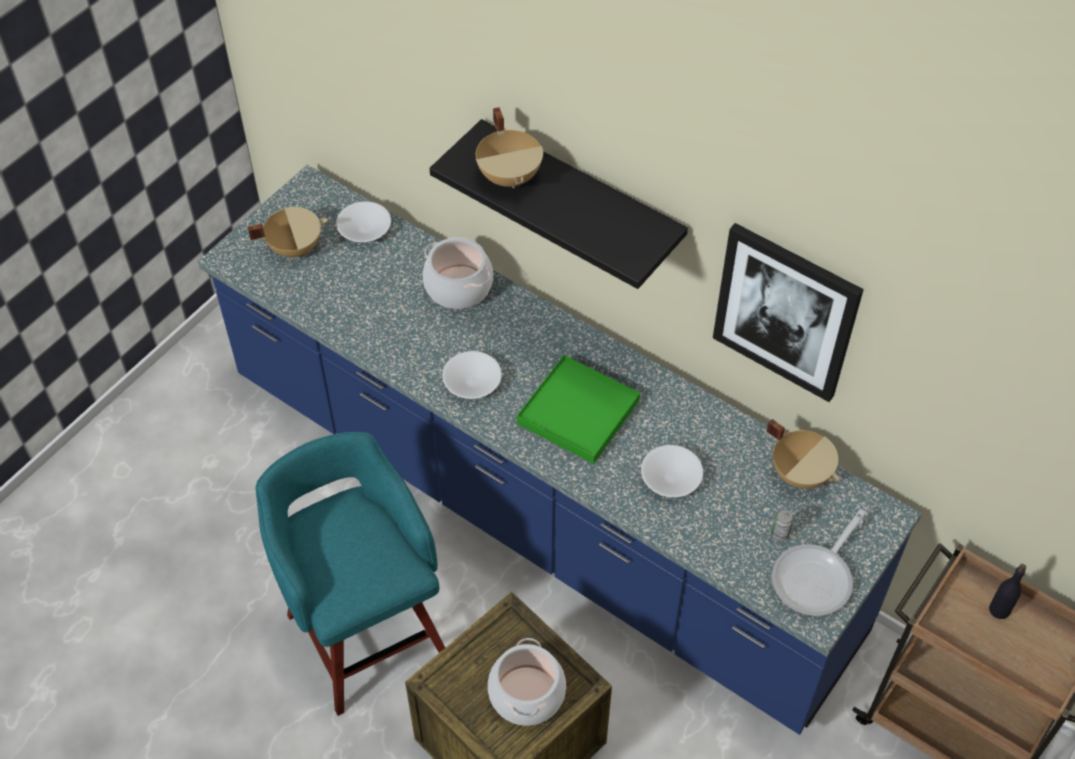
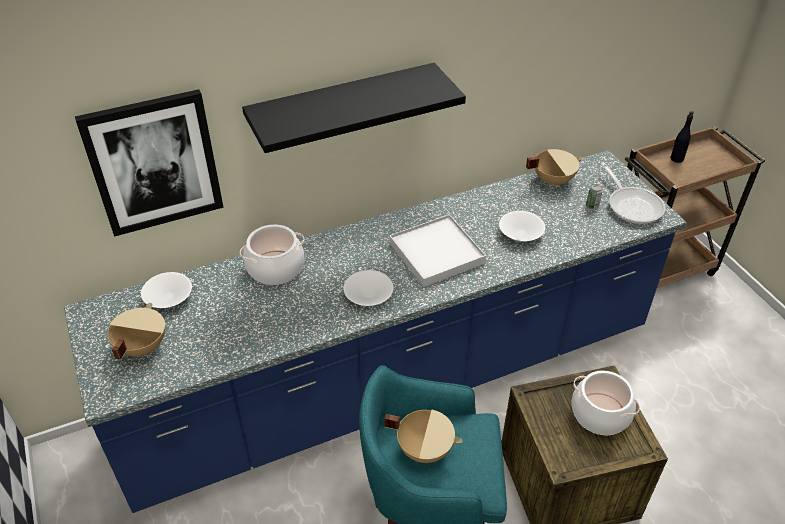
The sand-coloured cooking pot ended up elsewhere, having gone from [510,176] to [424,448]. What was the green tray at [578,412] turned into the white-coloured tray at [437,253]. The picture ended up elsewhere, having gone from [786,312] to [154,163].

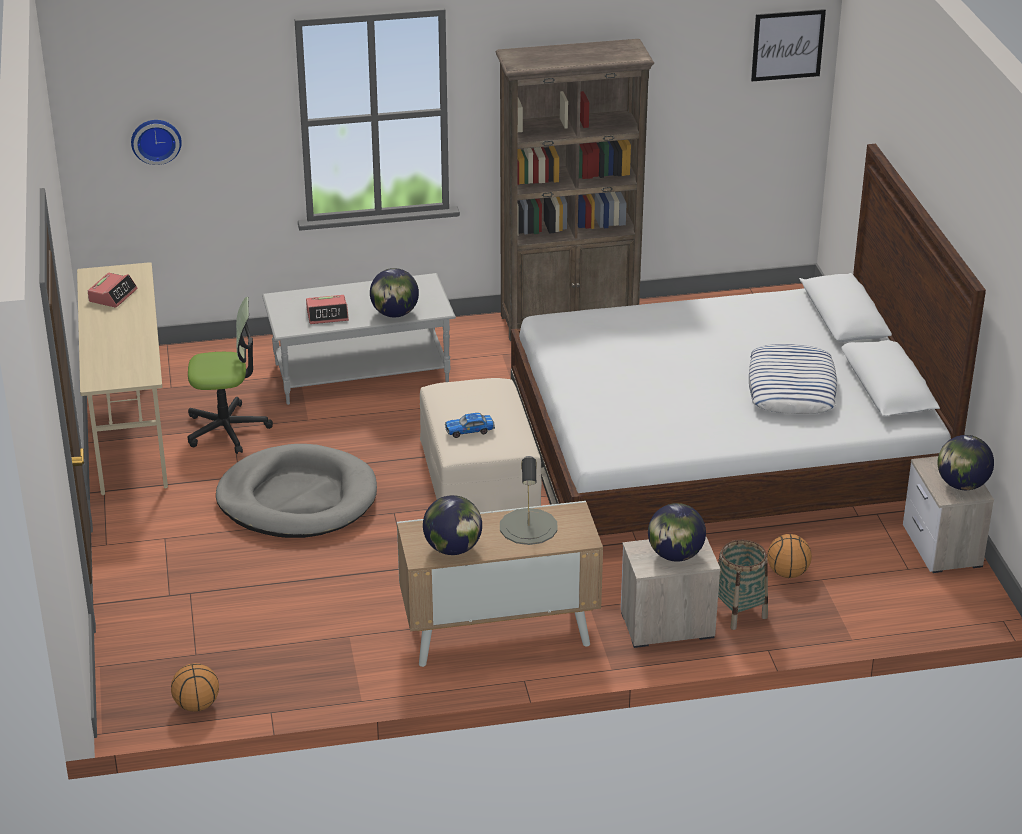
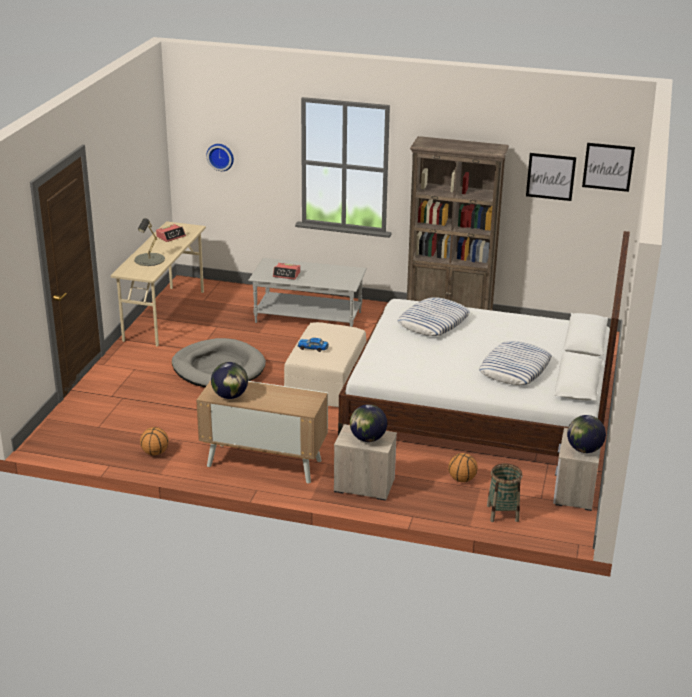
The basketball ended up elsewhere, having gone from [196,705] to [154,453]. The second view lost the computer chair at [227,429]. The second view lost the globe at [395,314]. The greyish lamp for a table ended up elsewhere, having gone from [528,527] to [149,259]. The basket ended up elsewhere, having gone from [739,612] to [502,513]. The second view gained the throw pillow at [433,322]. The second view gained the picture at [550,176].

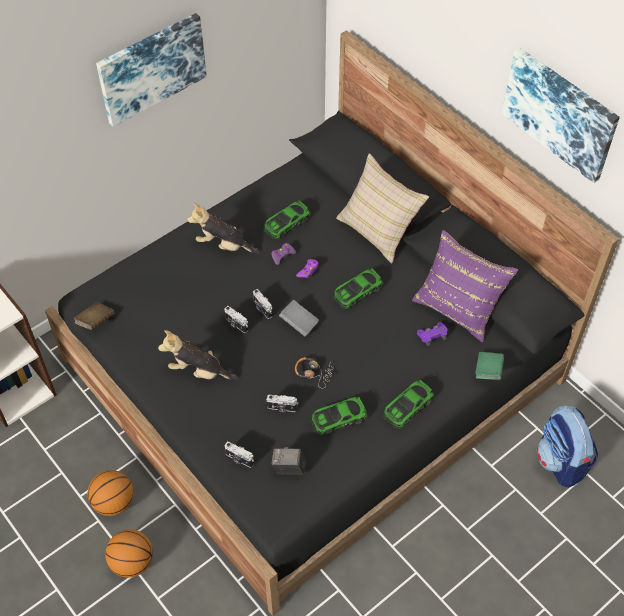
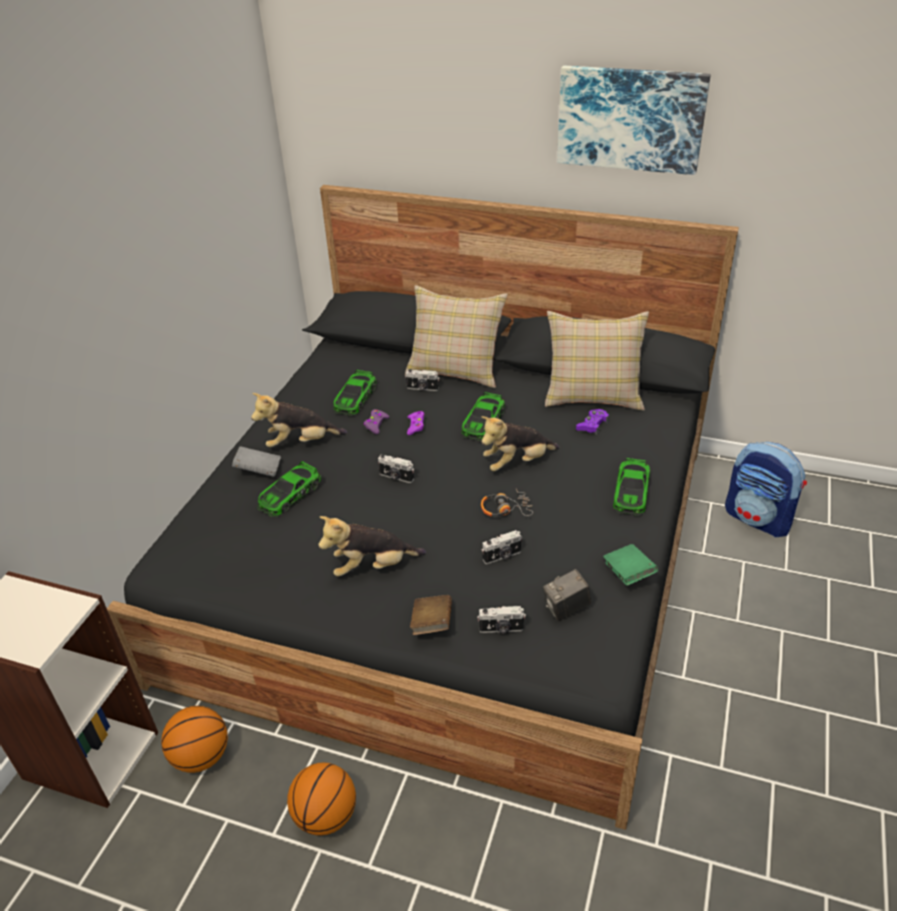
The brown-coloured volume ended up elsewhere, having gone from [95,321] to [432,624]. The second view lost the picture at [151,68]. The basketball ended up elsewhere, having gone from [132,562] to [201,756]. The photo camera ended up elsewhere, having gone from [236,324] to [422,388]. The greyish volume ended up elsewhere, having gone from [299,323] to [258,471]. The toy car ended up elsewhere, having gone from [338,418] to [289,495]. What was the purple-coloured throw pillow at [458,307] turned into the sand-coloured throw pillow at [593,394]. The green volume ended up elsewhere, having gone from [488,371] to [628,573]. The second view gained the plush toy at [517,463].

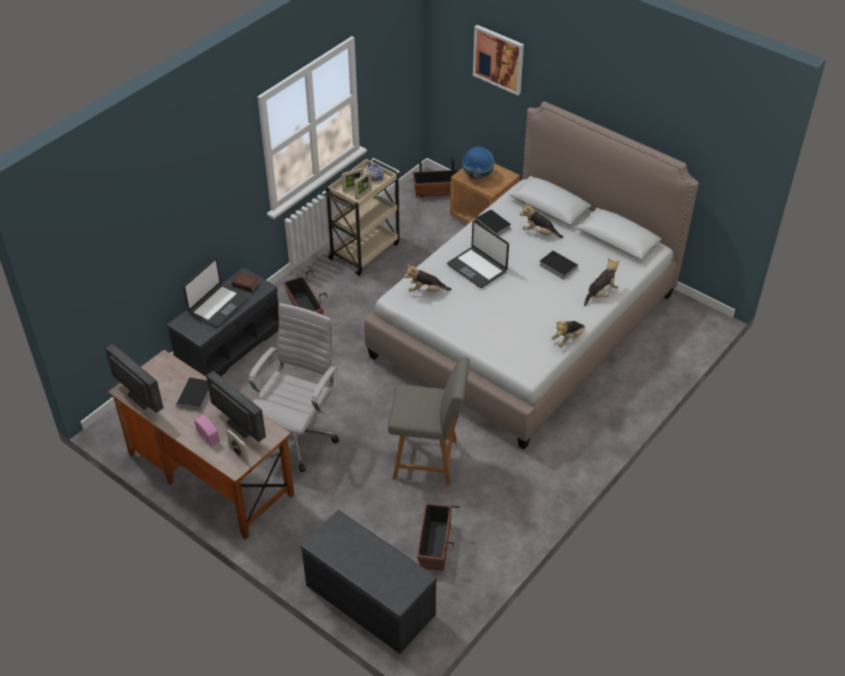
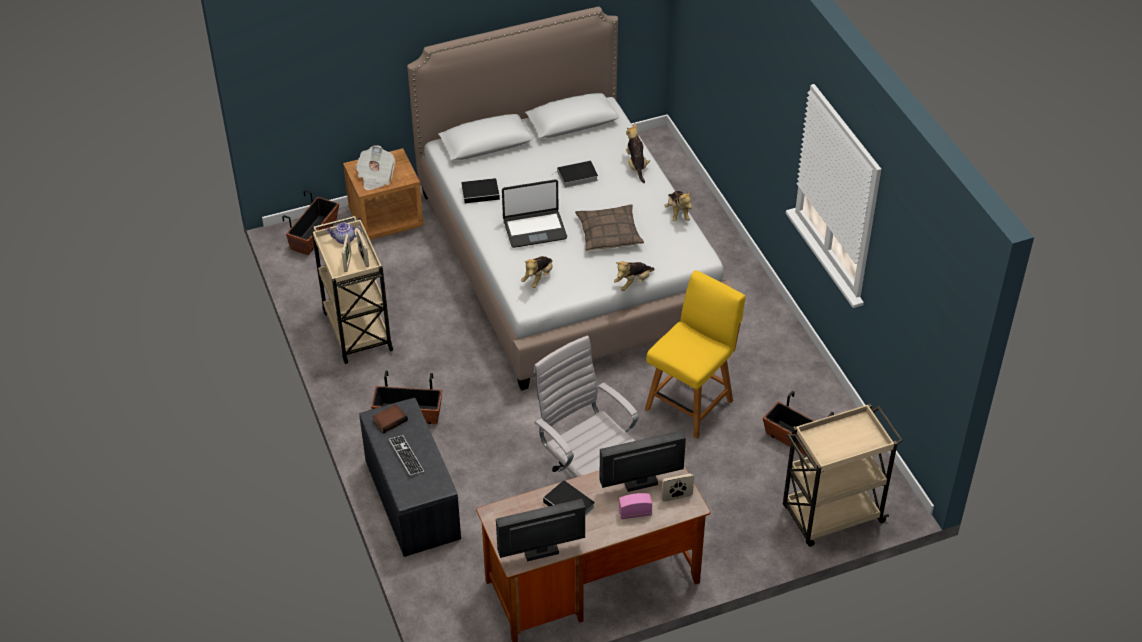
Where the portable computer stood at [217,306], the PC keyboard came to stand at [406,456]. Where the greyish long seat stood at [368,600], the sand-coloured wheeled cart came to stand at [831,515]. What was the greyish plain chair at [428,459] turned into the yellowish plain chair at [691,403]. Where the globe stood at [477,175], the newspaper came to stand at [375,177]. The second view lost the picture at [498,59]. The plush toy ended up elsewhere, having gone from [539,233] to [633,283]. The second view gained the throw pillow at [609,233].

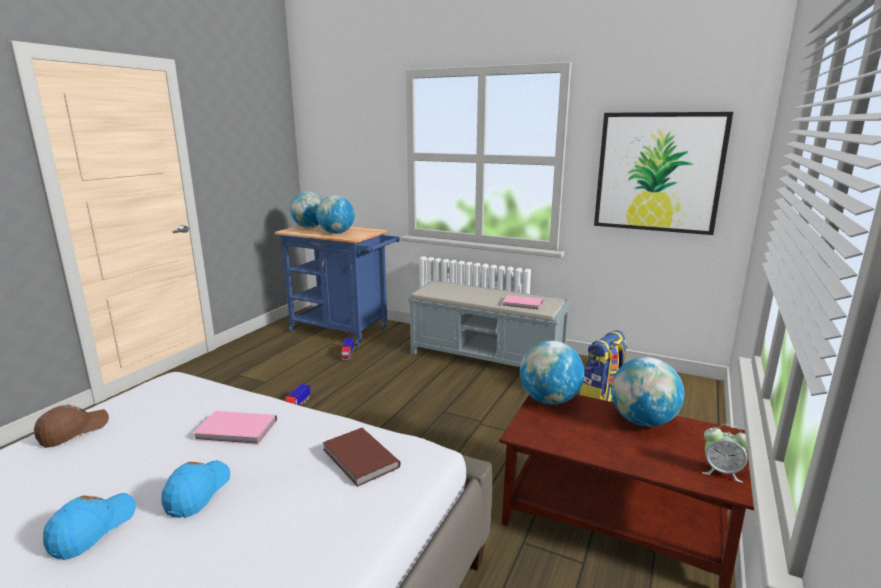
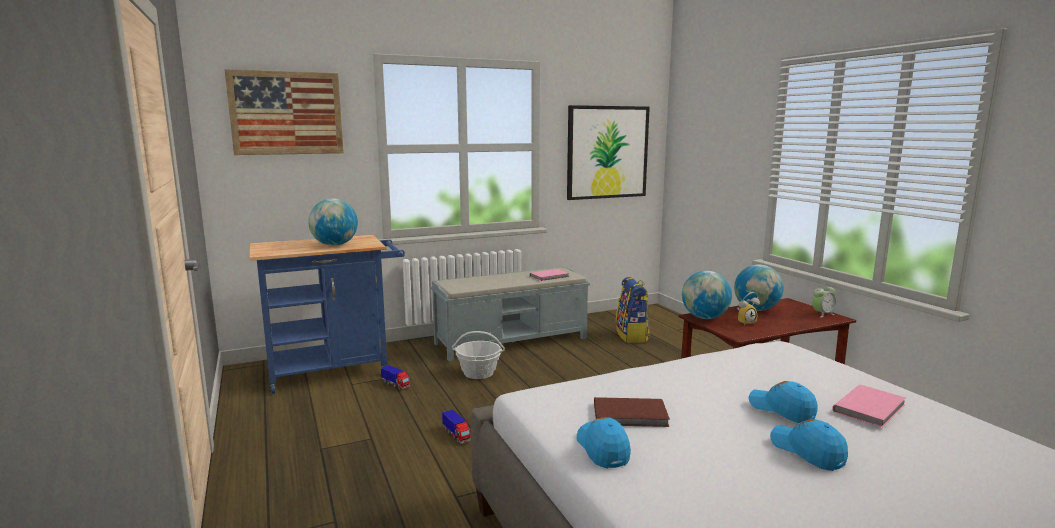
What was the brown-coloured baseball cap at [74,431] turned into the bluish baseball cap at [602,449]. The pinkish volume ended up elsewhere, having gone from [236,431] to [871,408]. The second view lost the globe at [310,227]. The brown-coloured volume ended up elsewhere, having gone from [359,459] to [631,415]. The second view gained the picture at [286,113]. The second view gained the basket at [478,373]. The second view gained the alarm clock at [745,322].

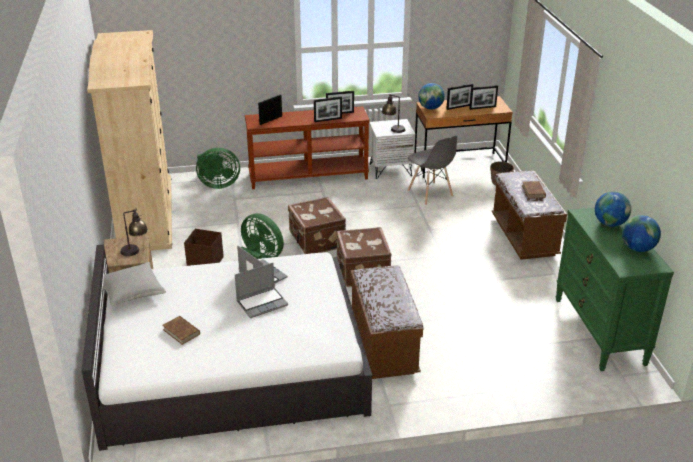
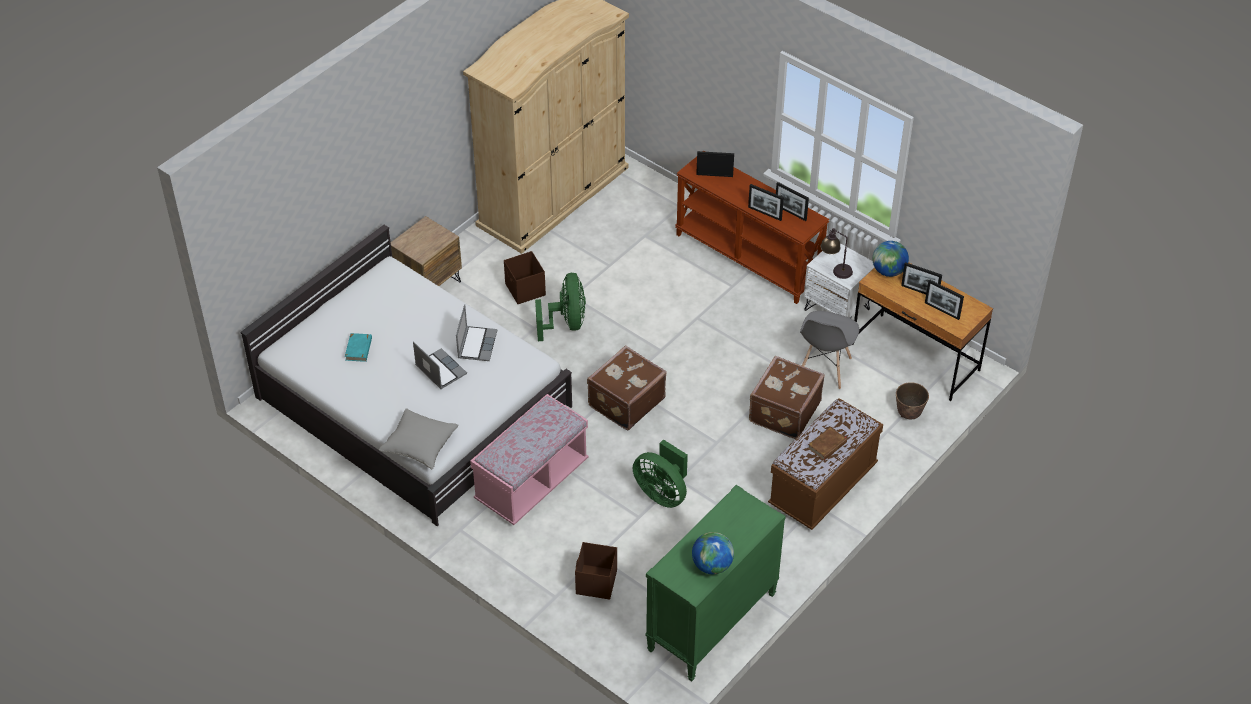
The greyish throw pillow ended up elsewhere, having gone from [132,292] to [419,445]. The second view lost the lamp for a table at [136,252]. What was the brown-coloured volume at [181,332] turned into the turquoise volume at [359,349]. The green cooling fan ended up elsewhere, having gone from [218,184] to [662,493]. The portable computer at [262,303] ended up facing another way, 150 degrees counterclockwise from before. The brown-coloured travel case ended up elsewhere, having gone from [316,240] to [783,411]. What was the brown-coloured long seat at [383,346] turned into the pinkish long seat at [531,482]. The second view lost the globe at [609,224]. The second view gained the brown-coloured storage box at [596,583].

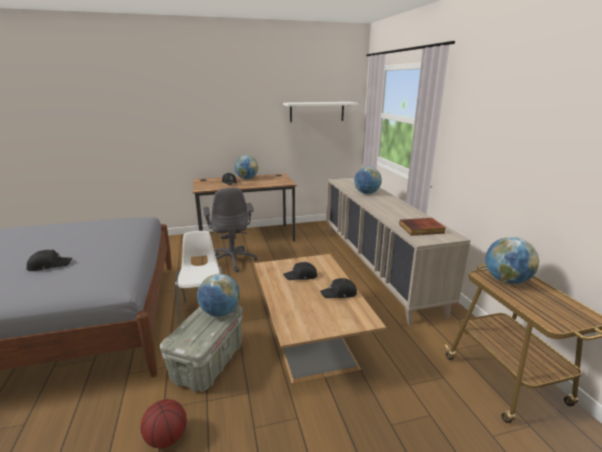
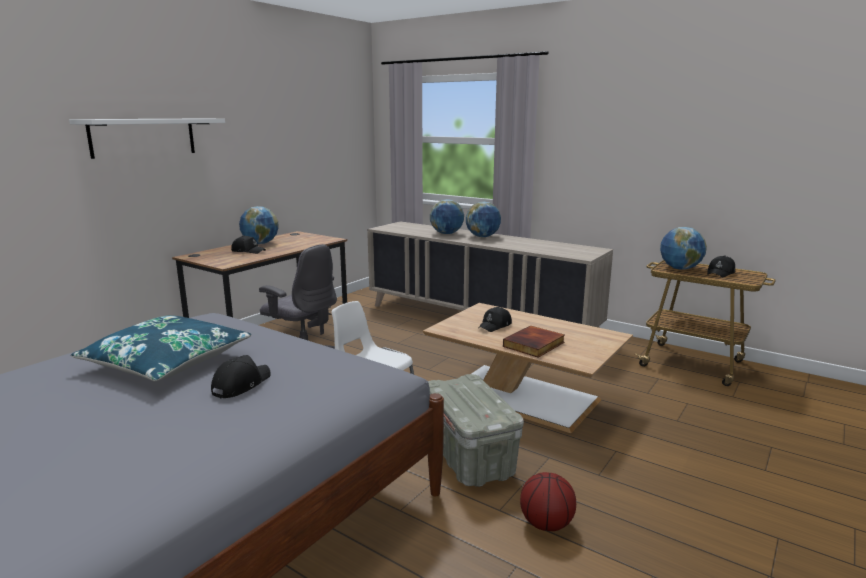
The globe ended up elsewhere, having gone from [220,312] to [483,237]. The white-coloured bracket shelf ended up elsewhere, having gone from [317,111] to [143,137]. The black-coloured baseball cap ended up elsewhere, having gone from [339,293] to [721,273]. The volume ended up elsewhere, having gone from [421,229] to [534,345]. The second view gained the bluish throw pillow at [167,362].

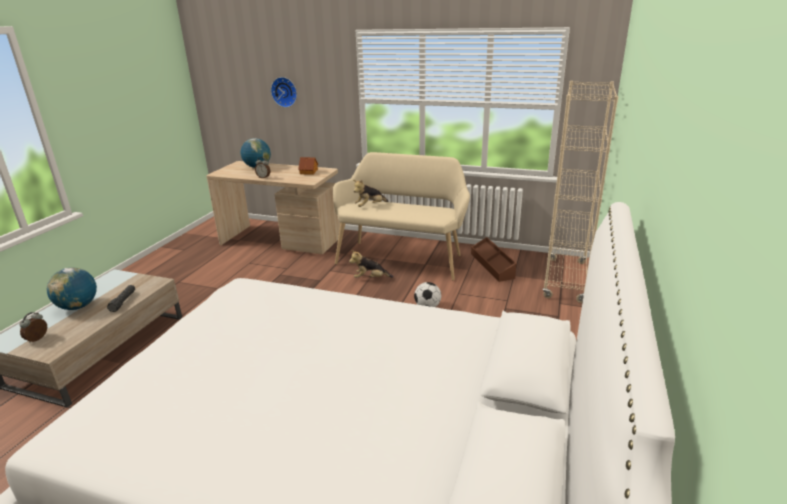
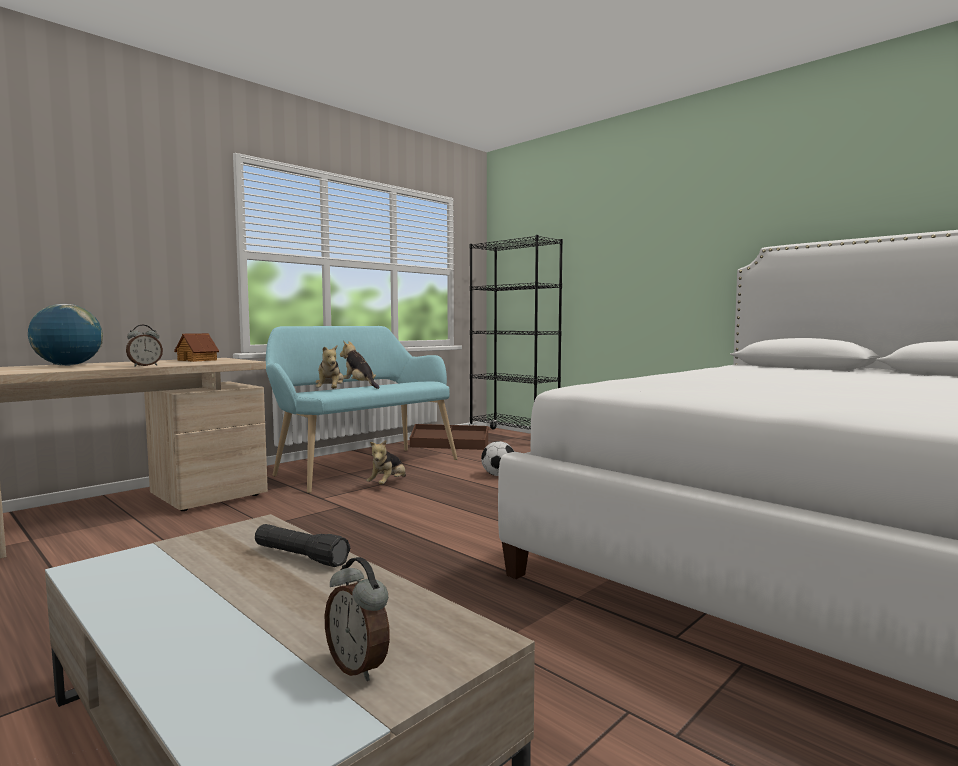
The second view lost the globe at [78,307]. The second view lost the clock on the wall at [285,92]. What was the sand-coloured long seat at [402,257] turned into the turquoise long seat at [362,466]. What was the sand-coloured shelving unit at [565,280] turned into the black-coloured shelving unit at [514,436]. The second view gained the plush toy at [360,386].

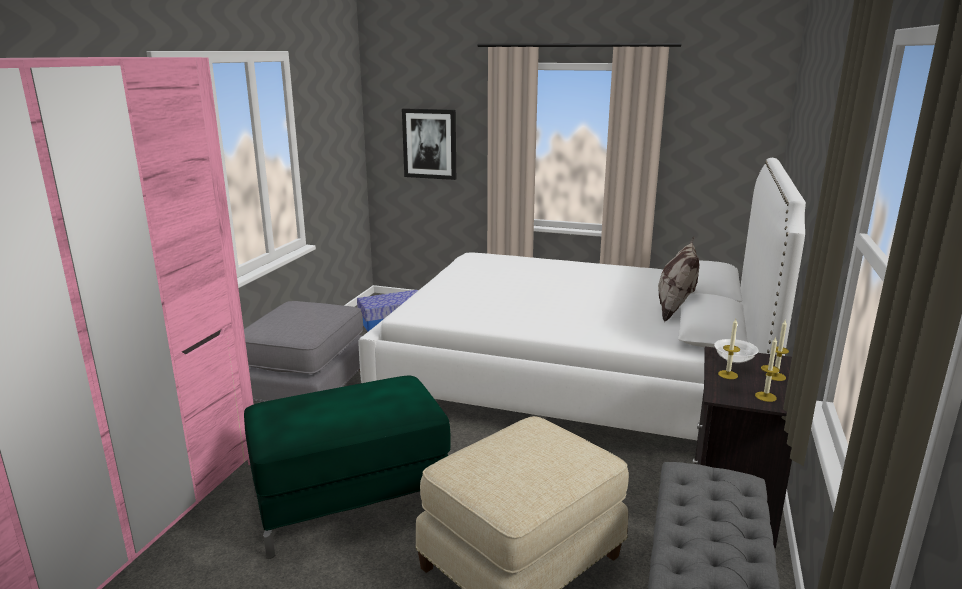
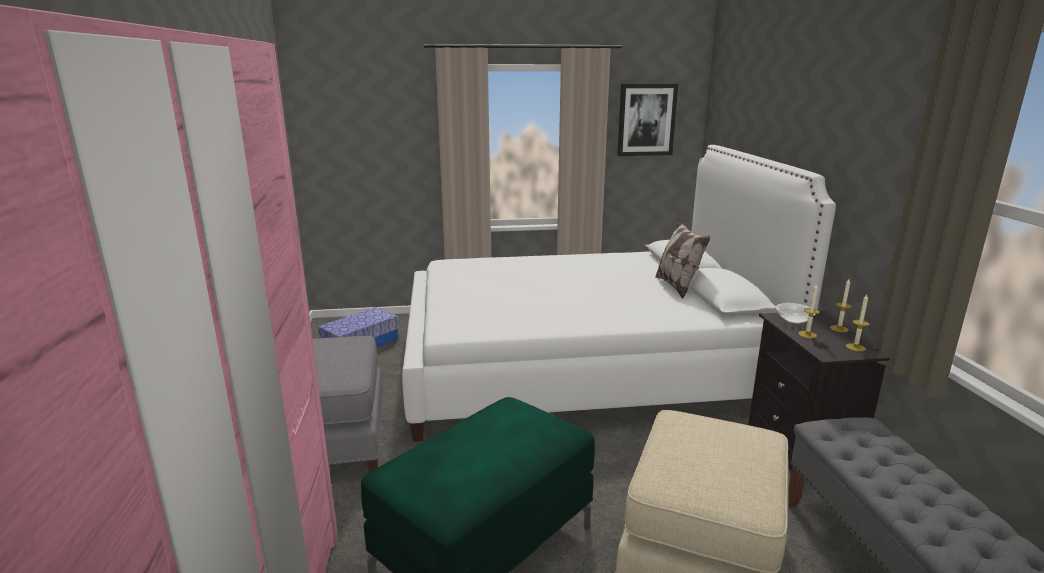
The picture ended up elsewhere, having gone from [430,144] to [646,120].

